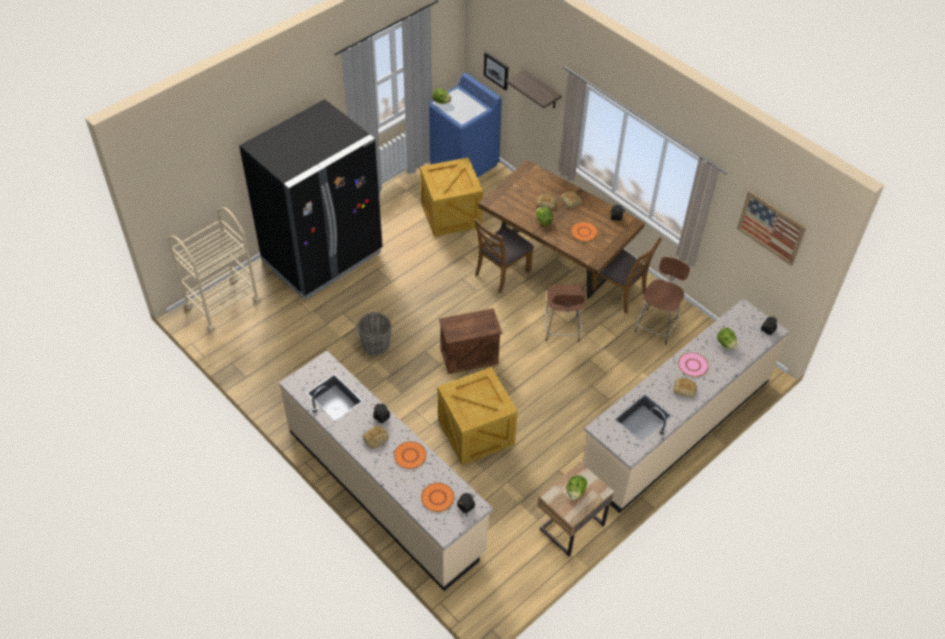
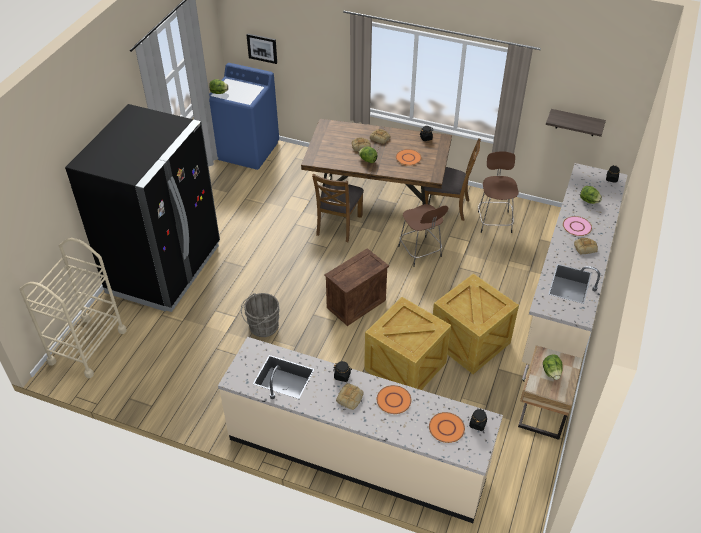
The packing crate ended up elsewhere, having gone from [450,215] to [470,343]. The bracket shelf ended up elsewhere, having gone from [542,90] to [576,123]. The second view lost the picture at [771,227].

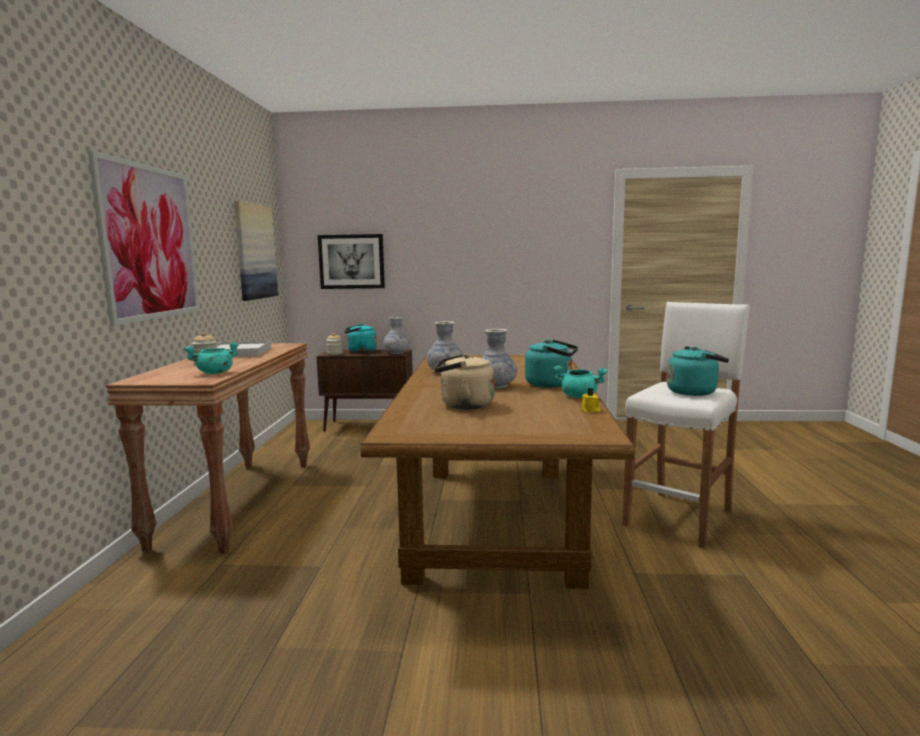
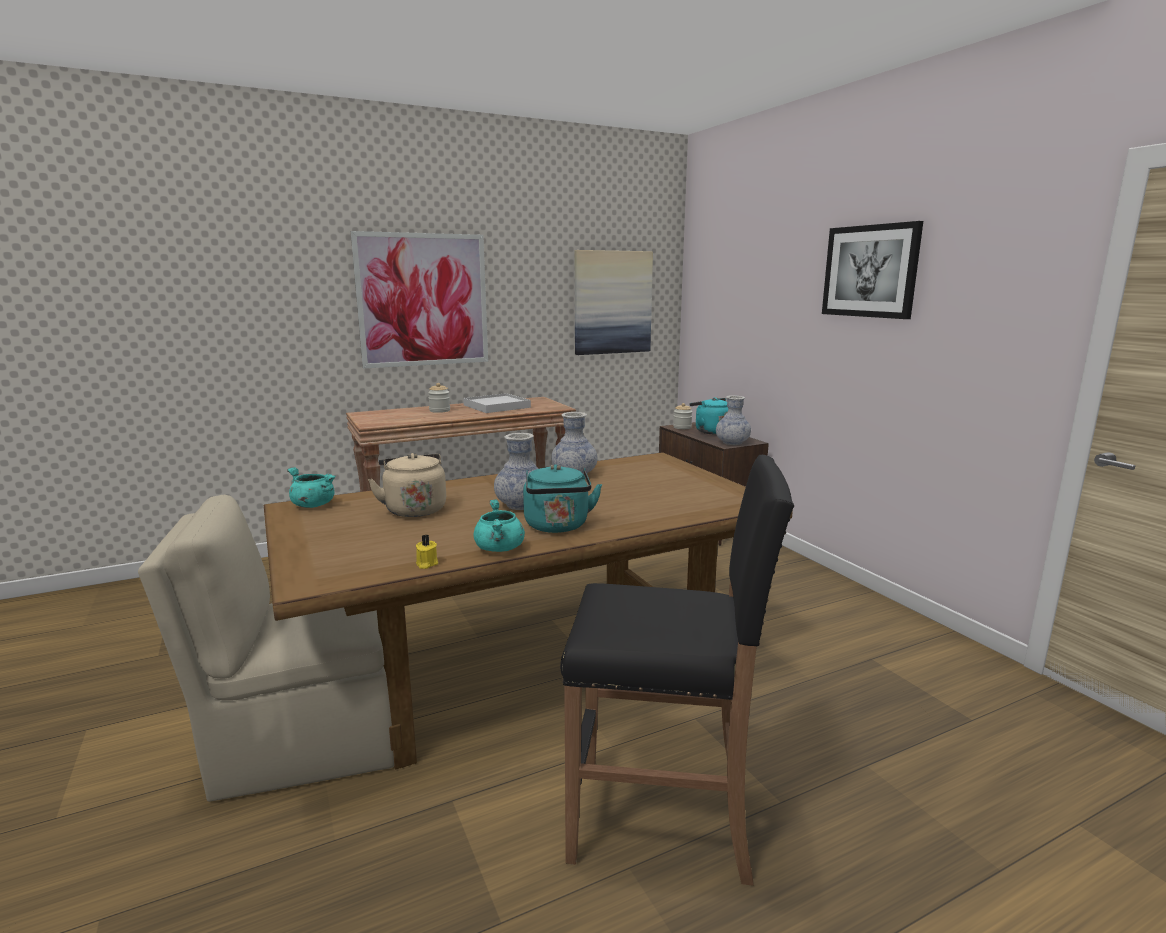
The turquoise cooking pot ended up elsewhere, having gone from [215,373] to [313,505]. The picture ended up elsewhere, having gone from [351,261] to [870,271]. What was the white-coloured stool at [680,517] turned into the black-coloured stool at [663,820]. The second view lost the turquoise kettle at [694,392]. The second view gained the sand-coloured plain chair at [305,742].

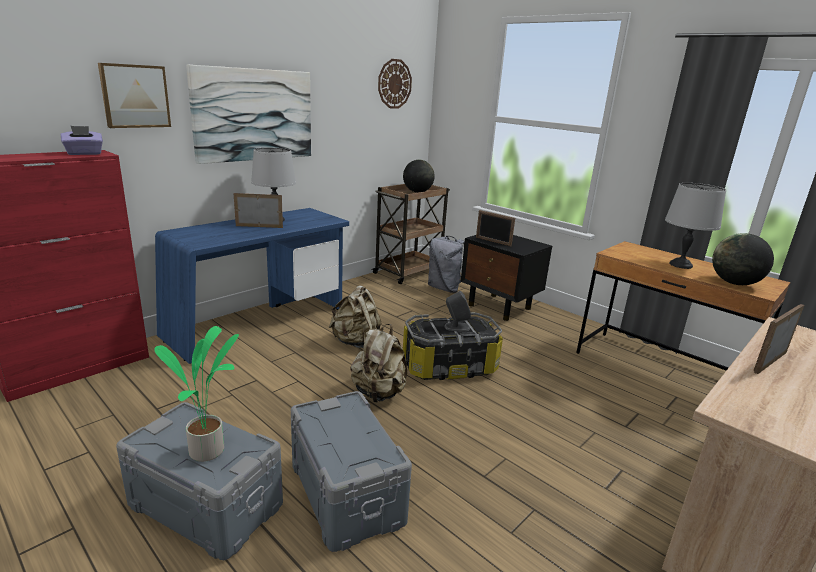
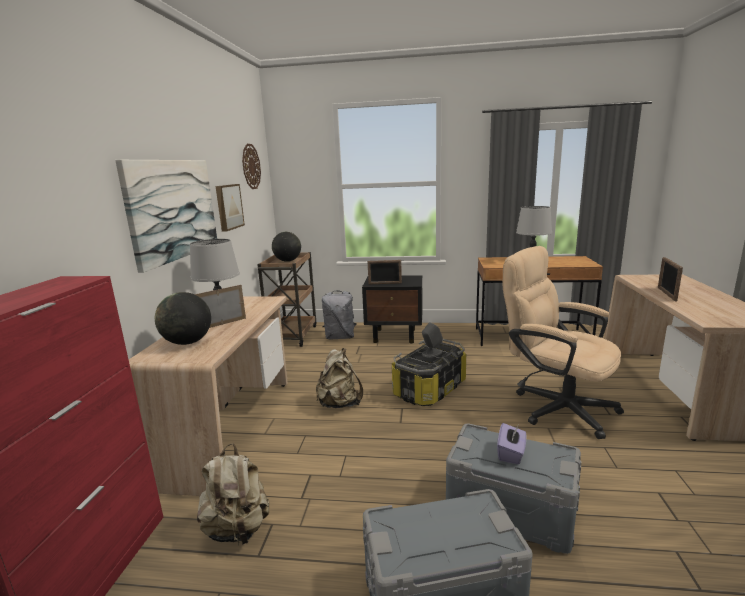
The purple-coloured tissue holder ended up elsewhere, having gone from [84,153] to [511,453]. The picture ended up elsewhere, having gone from [135,96] to [228,207]. The second view lost the plant in a pot at [209,451]. What was the bluish desk table at [259,323] turned into the sand-coloured desk table at [232,428]. The sand-coloured rucksack ended up elsewhere, having gone from [379,393] to [238,529]. The globe ended up elsewhere, having gone from [734,283] to [188,342]. The second view gained the sand-coloured computer chair at [555,406].

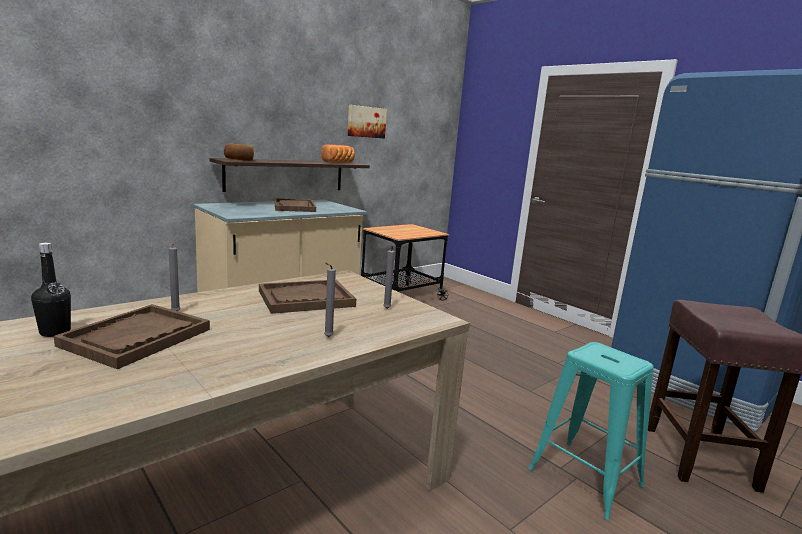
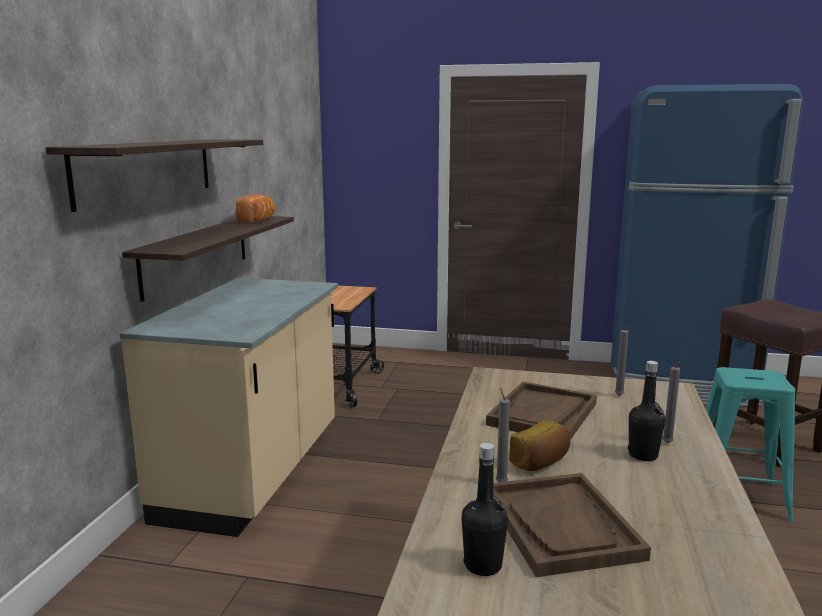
The bakery bread ended up elsewhere, having gone from [239,160] to [540,462]. The second view lost the brown-coloured tray at [294,207]. The second view lost the picture at [366,122]. The second view gained the bracket shelf at [147,170]. The second view gained the black-coloured beverage bottle at [643,455].

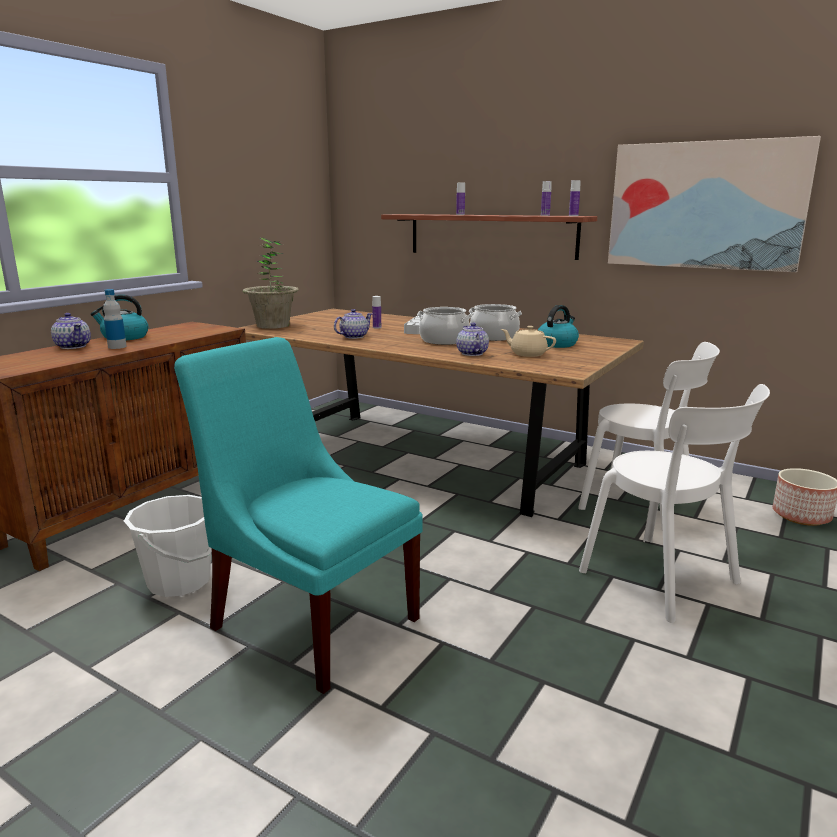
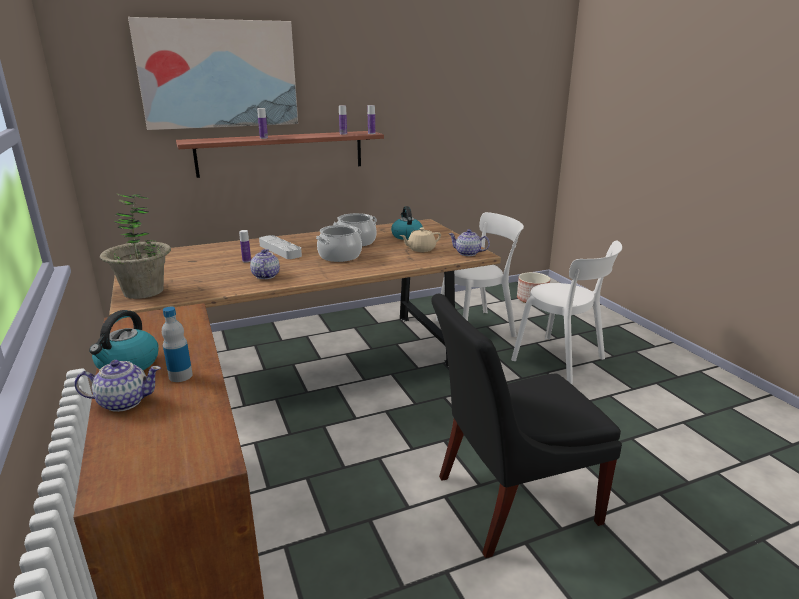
The second view lost the white-coloured water bucket at [179,581]. What was the turquoise plain chair at [310,618] turned into the black-coloured plain chair at [509,500]. The teapot ended up elsewhere, having gone from [472,353] to [468,253]. The white-coloured plain chair at [664,580] ended up facing another way, 45 degrees clockwise from before. The picture ended up elsewhere, having gone from [705,205] to [219,74].

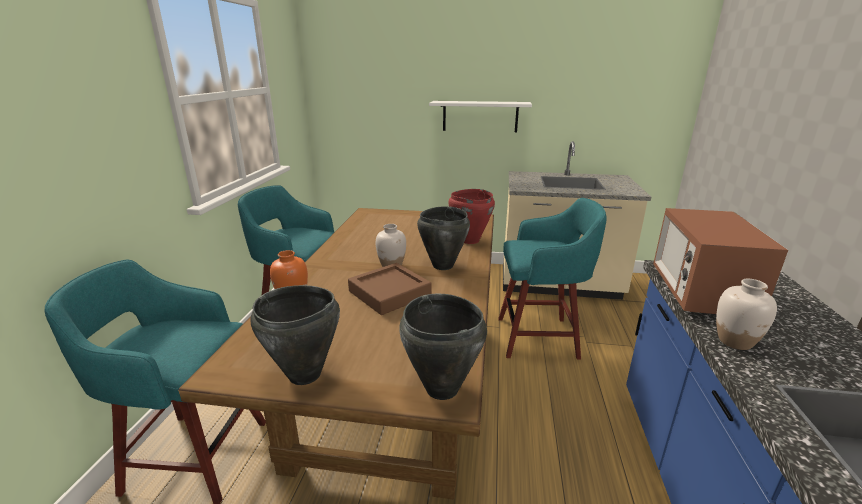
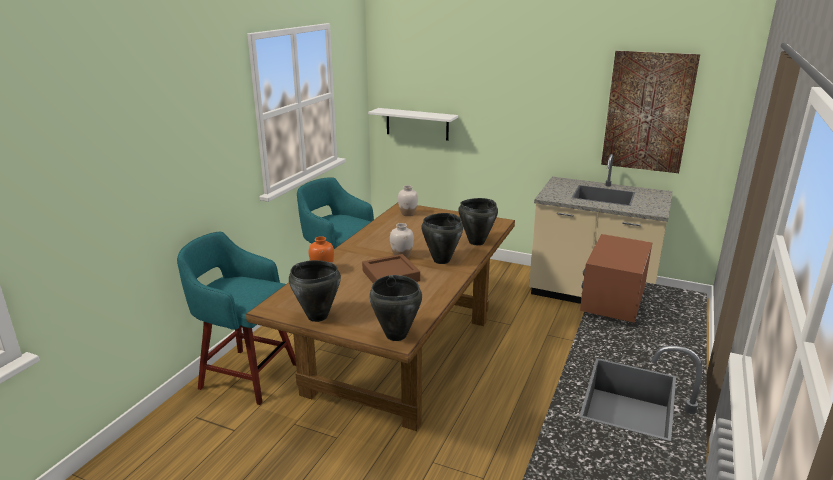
The white-coloured bracket shelf ended up elsewhere, having gone from [480,116] to [417,124]. What was the reddish cooking pot at [469,240] turned into the black-coloured cooking pot at [476,242]. The second view lost the turquoise stool at [540,337]. The white-coloured flower vase ended up elsewhere, having gone from [734,341] to [408,214]. The second view gained the picture at [647,112].

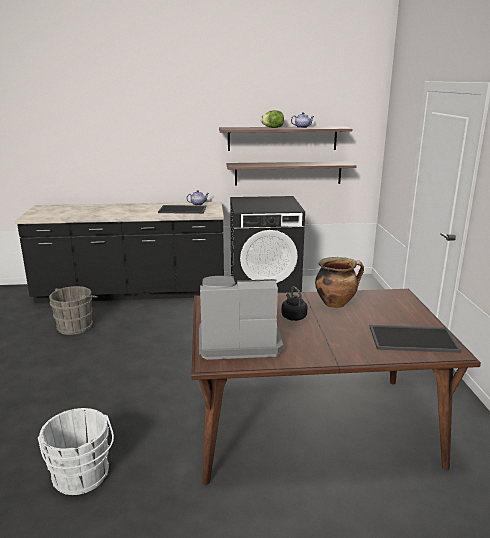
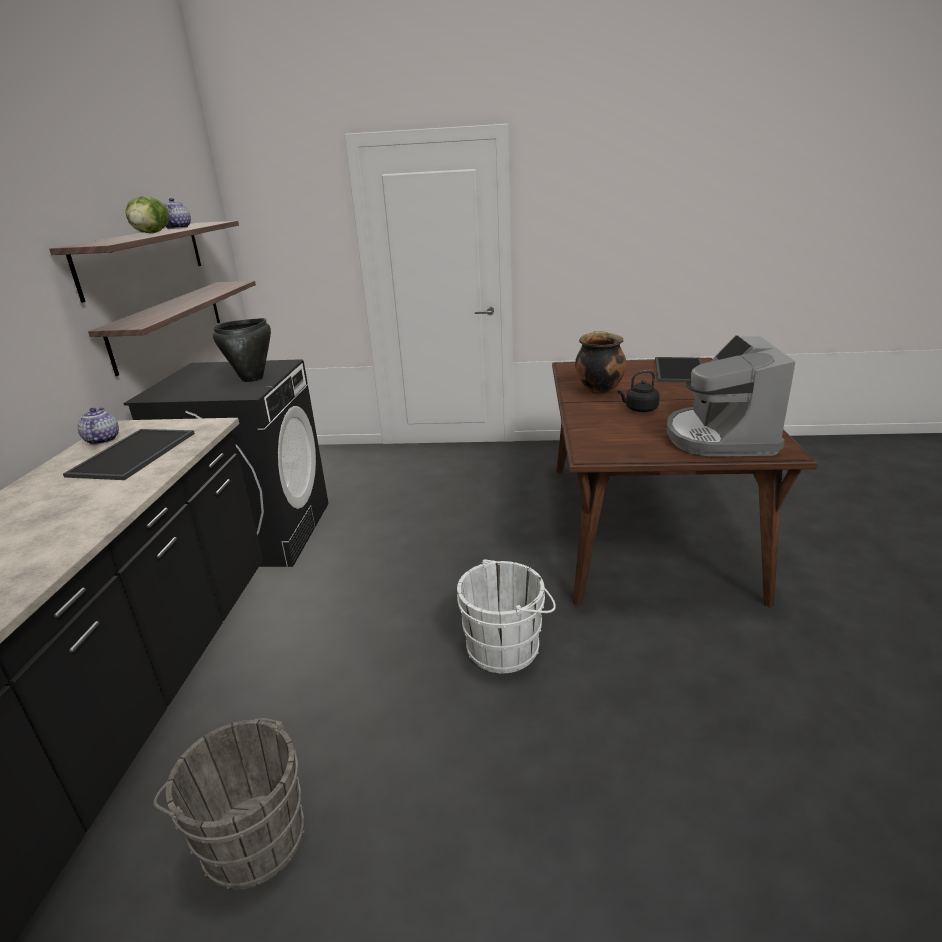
The white-coloured water bucket ended up elsewhere, having gone from [81,477] to [507,647]. The second view gained the black-coloured cooking pot at [252,379].

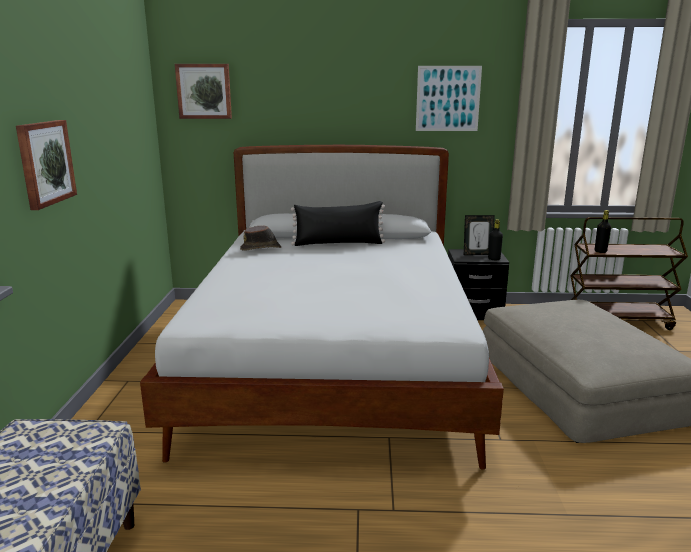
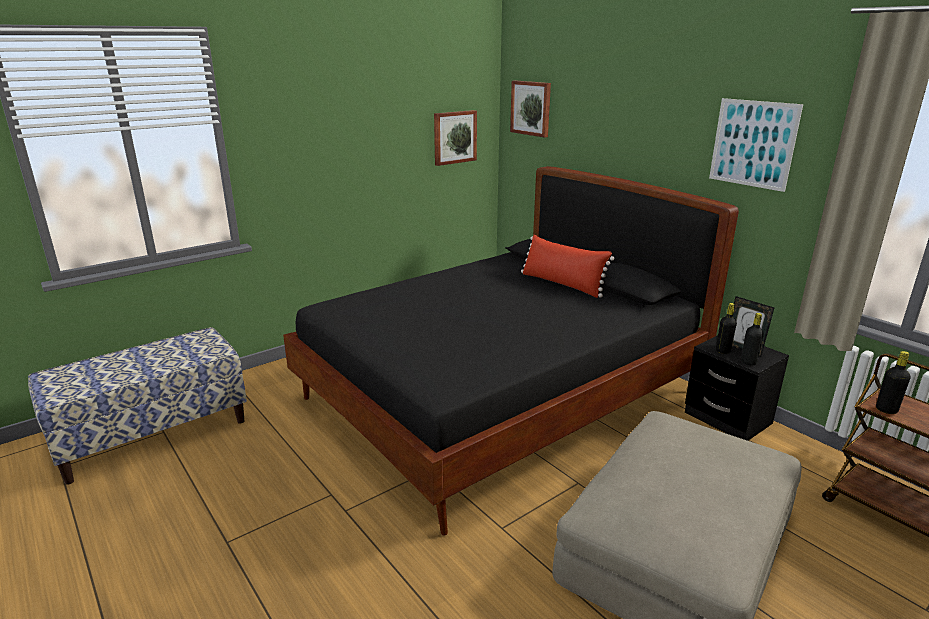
The picture ended up elsewhere, having gone from [45,163] to [454,137]. What was the white-coloured sleeping bed at [335,365] turned into the black-coloured sleeping bed at [502,397]. The second view lost the brown-coloured hat at [261,249]. What was the black-coloured throw pillow at [338,243] turned into the reddish throw pillow at [562,284]. The second view gained the black-coloured beverage bottle at [723,350].

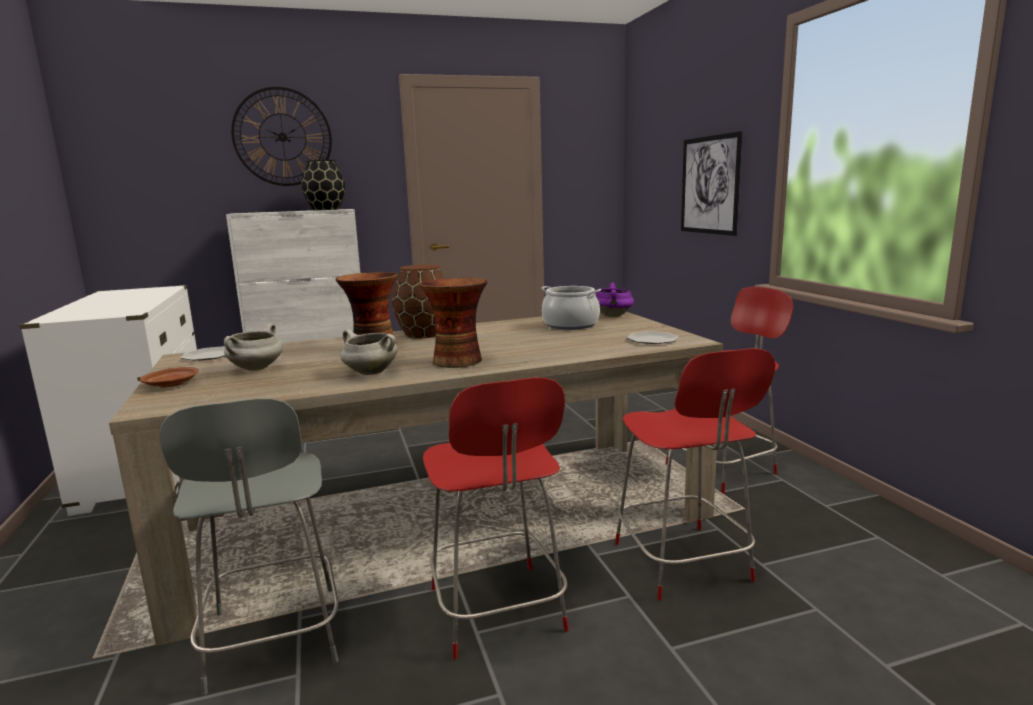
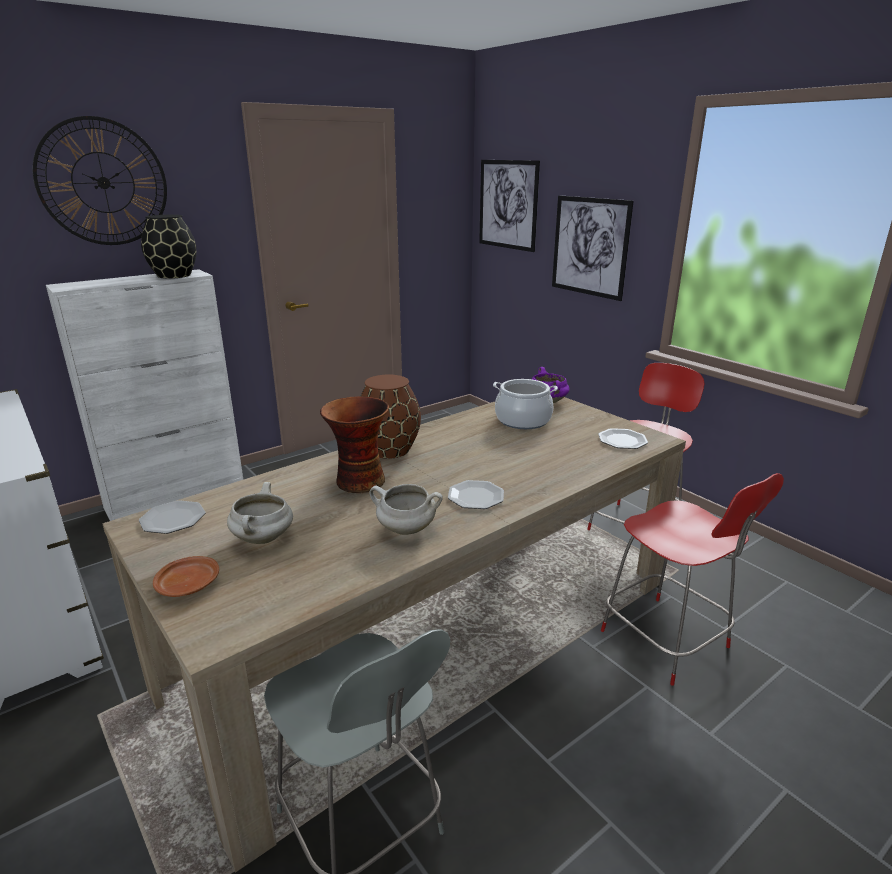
Where the flower vase stood at [457,361], the plate came to stand at [475,496]. The second view lost the reddish plain chair at [497,612]. The second view gained the picture at [508,204].

